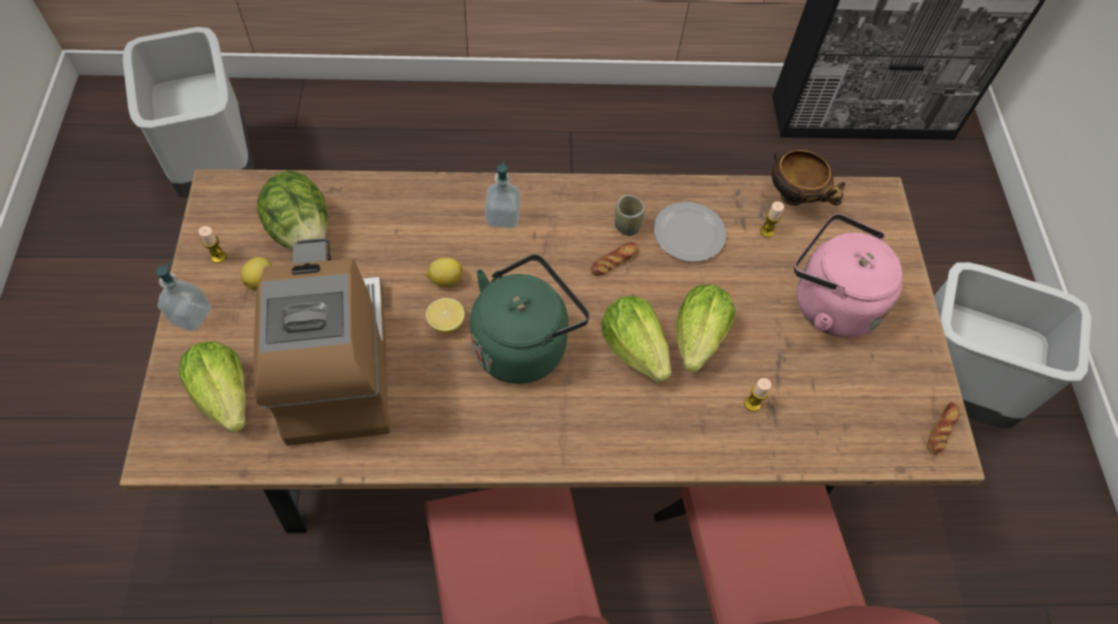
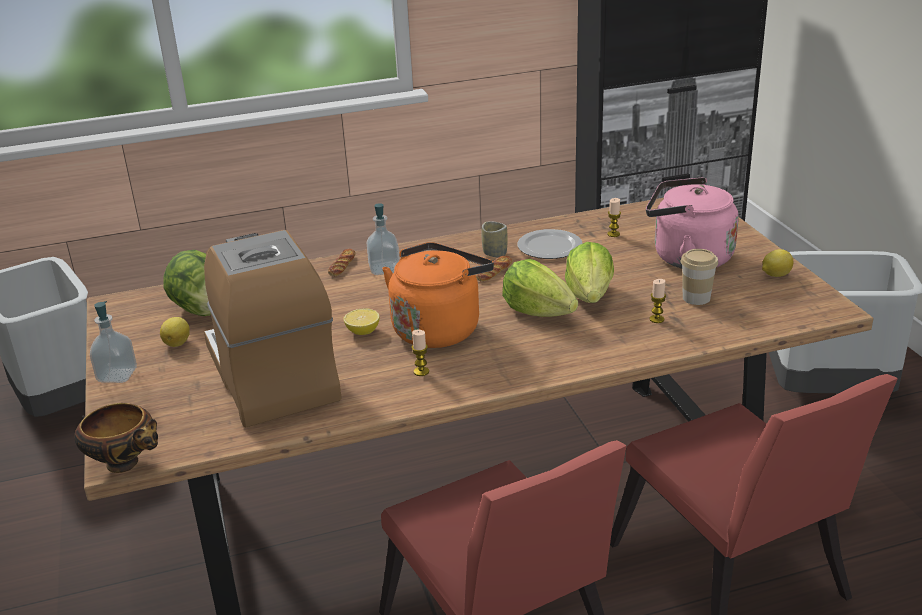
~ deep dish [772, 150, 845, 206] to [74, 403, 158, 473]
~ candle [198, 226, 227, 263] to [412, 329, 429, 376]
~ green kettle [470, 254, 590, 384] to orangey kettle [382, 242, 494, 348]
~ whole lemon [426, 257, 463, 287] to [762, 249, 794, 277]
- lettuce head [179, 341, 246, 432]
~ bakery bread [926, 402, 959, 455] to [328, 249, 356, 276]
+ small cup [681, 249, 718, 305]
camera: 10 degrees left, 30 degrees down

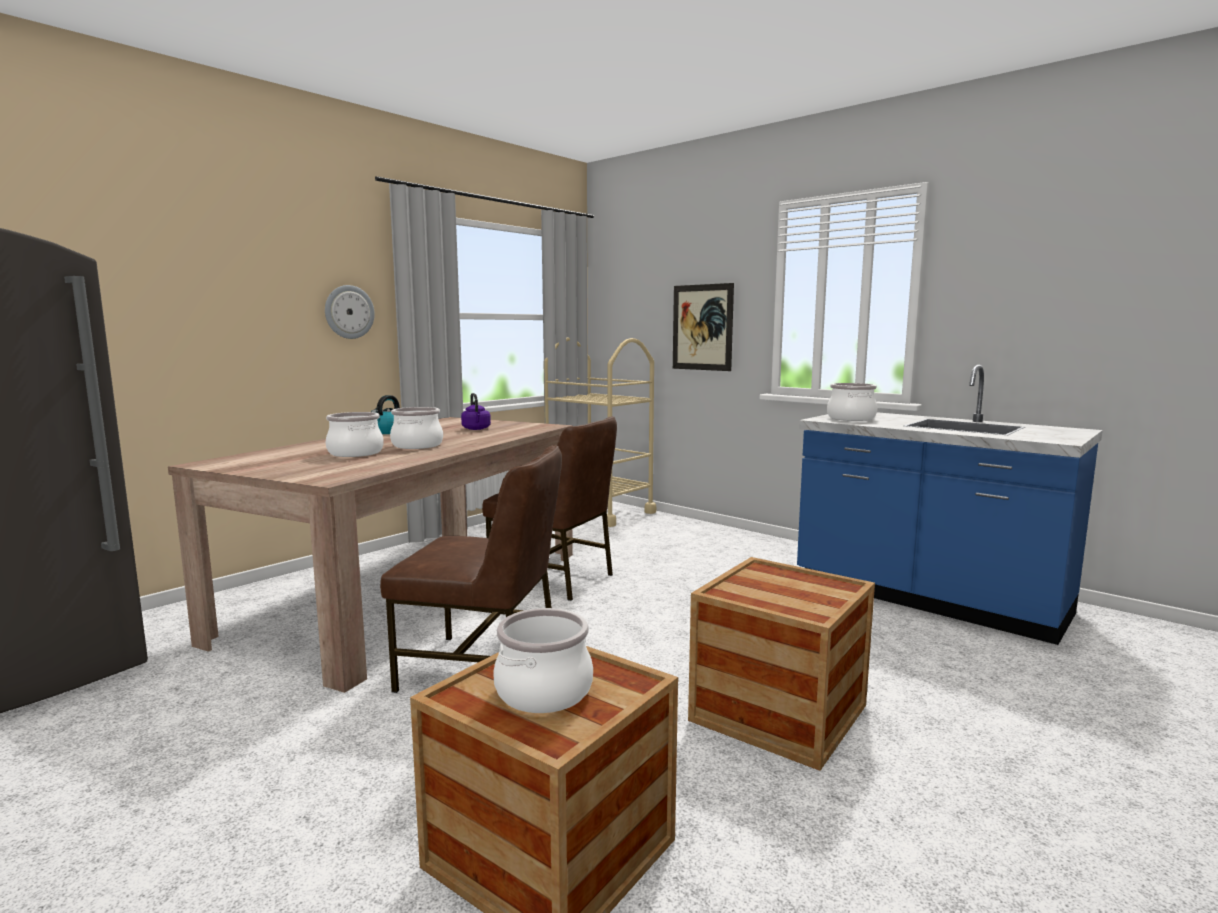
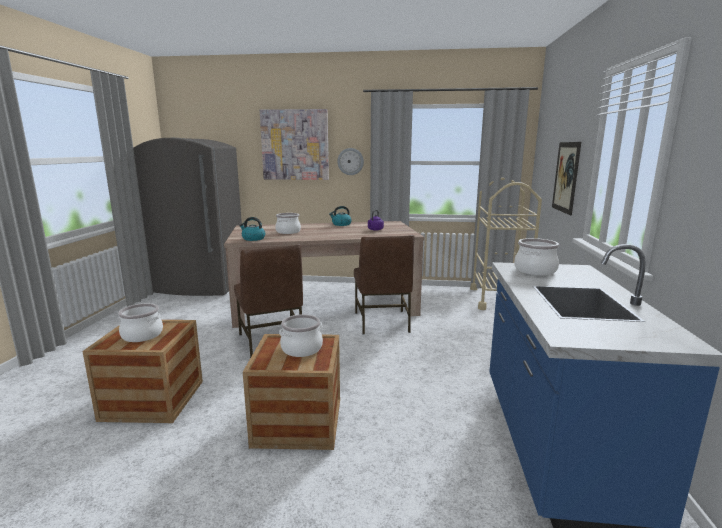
~ cooking pot [390, 407, 443, 449] to [279, 314, 323, 357]
+ wall art [260, 109, 329, 180]
+ kettle [239, 217, 265, 241]
camera: 55 degrees right, 5 degrees up

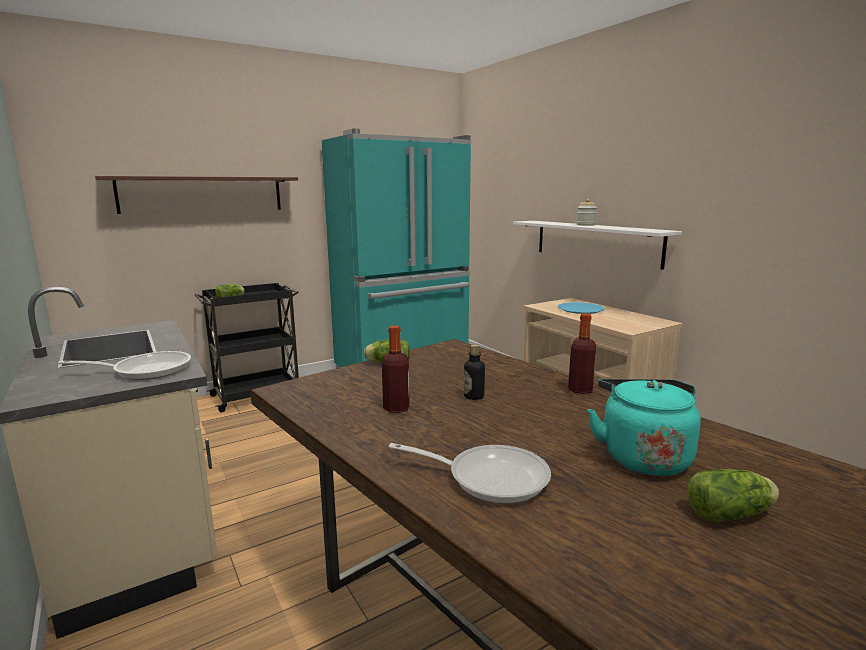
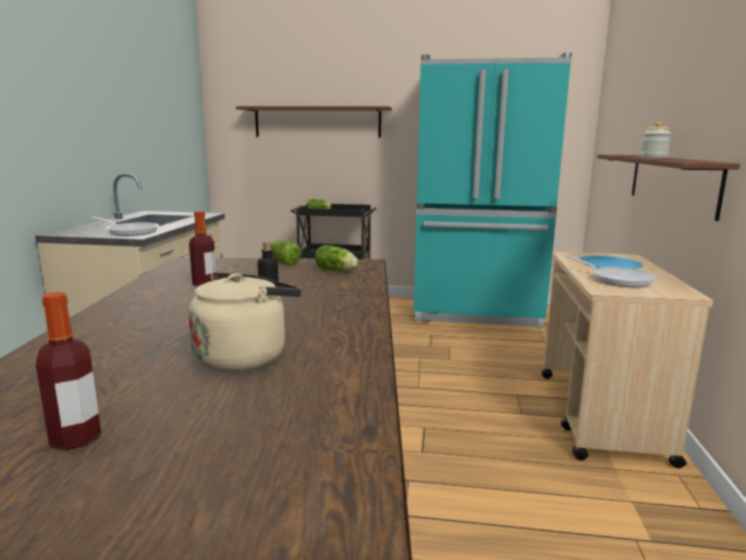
~ whitish wall shelf [513, 221, 682, 270] to brownish wall shelf [597, 155, 740, 221]
~ beverage bottle [568, 313, 596, 394] to [36, 292, 101, 450]
~ blue-green kettle [587, 379, 701, 476] to beige kettle [188, 272, 301, 372]
~ skillet [389, 443, 551, 504] to [564, 255, 657, 287]
~ lettuce head [687, 469, 779, 522] to [315, 245, 358, 271]
camera: 40 degrees right, 0 degrees up

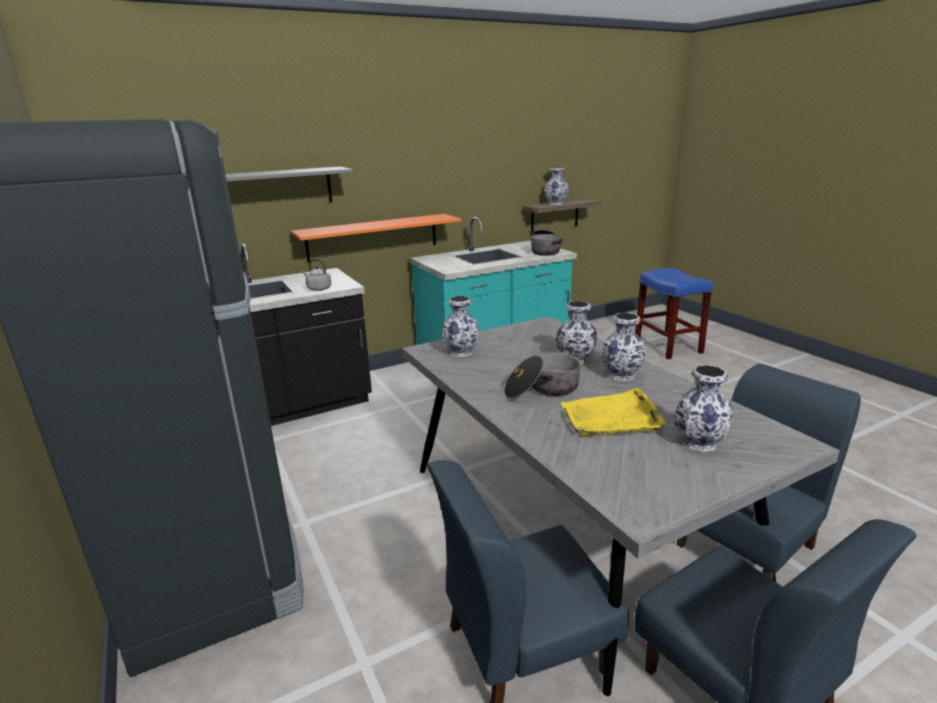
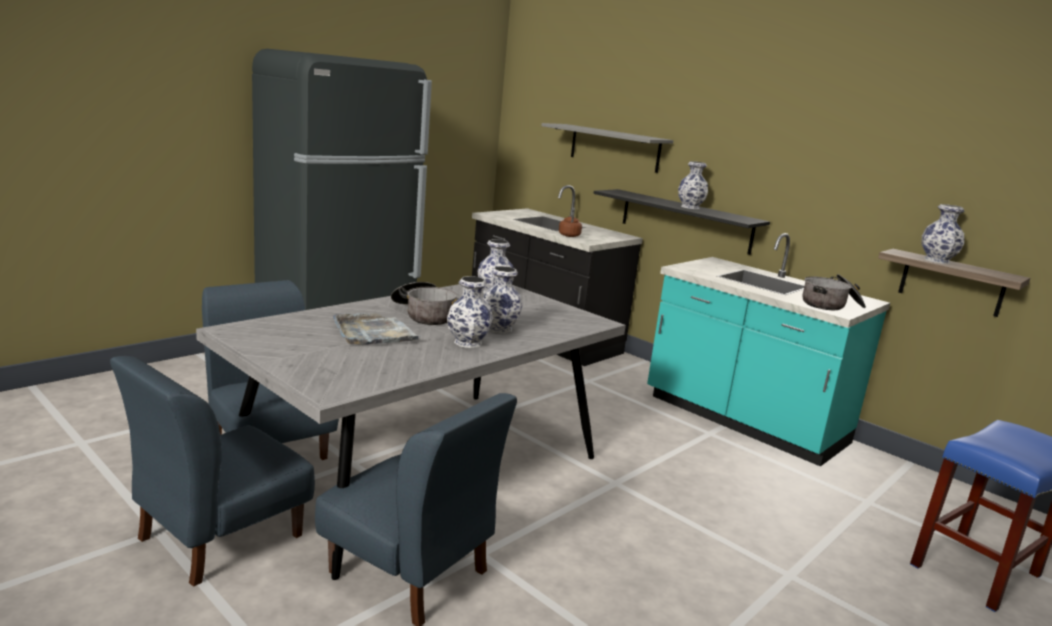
~ orangey wall shelf [290, 214, 461, 262] to black wall shelf [593, 189, 770, 255]
~ gray kettle [302, 259, 331, 291] to brownish kettle [559, 208, 582, 237]
~ vase [674, 365, 733, 452] to [678, 161, 708, 209]
~ yellow-coloured serving tray [561, 388, 665, 437] to gray serving tray [333, 313, 420, 345]
camera: 70 degrees right, 5 degrees down

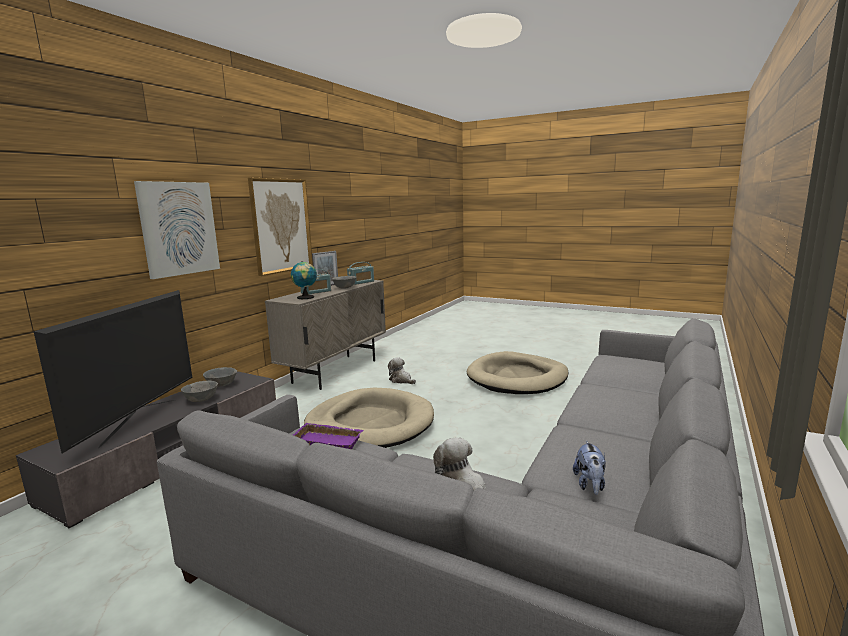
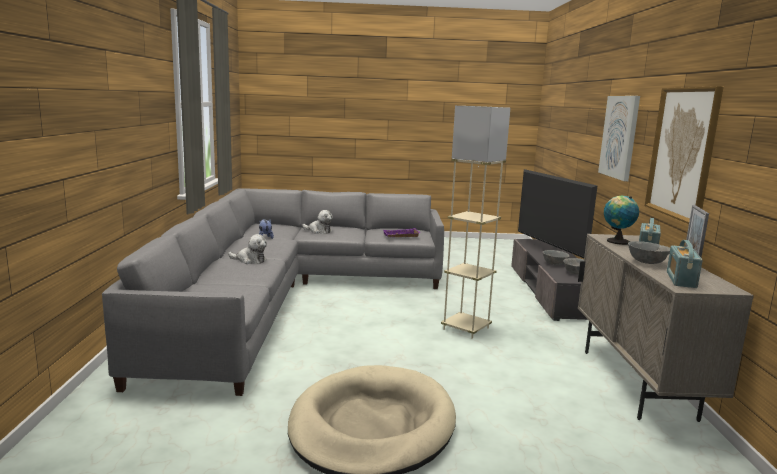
~ cuddly toy [388, 357, 416, 384] to [228, 234, 267, 264]
~ beige dog cushion [304, 388, 434, 448] to beige floor lamp [441, 106, 510, 339]
camera: 150 degrees right, 0 degrees up

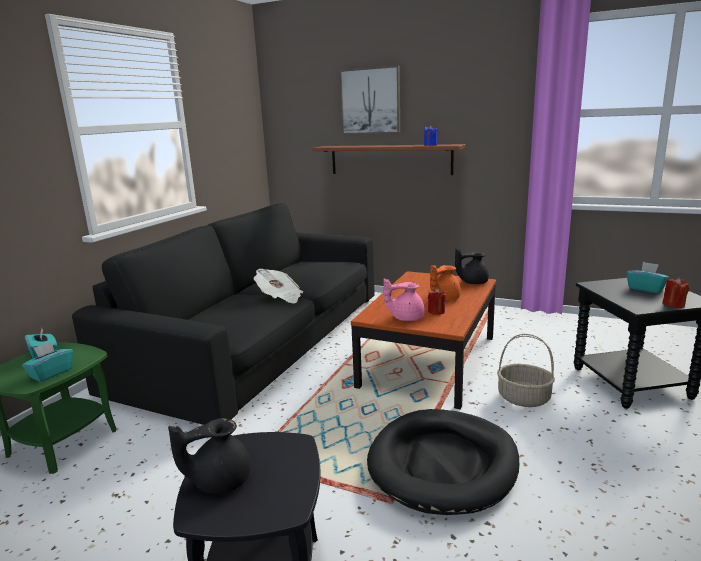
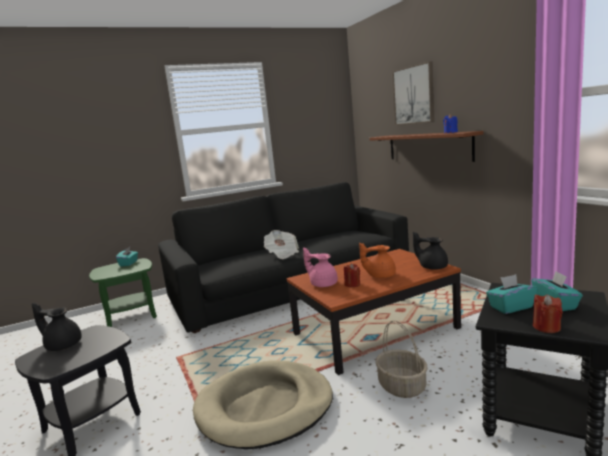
~ blue-green tissue box [22, 341, 73, 382] to [486, 274, 538, 314]
~ black dog cushion [367, 409, 519, 515] to beige dog cushion [193, 360, 333, 450]
camera: 40 degrees right, 5 degrees down

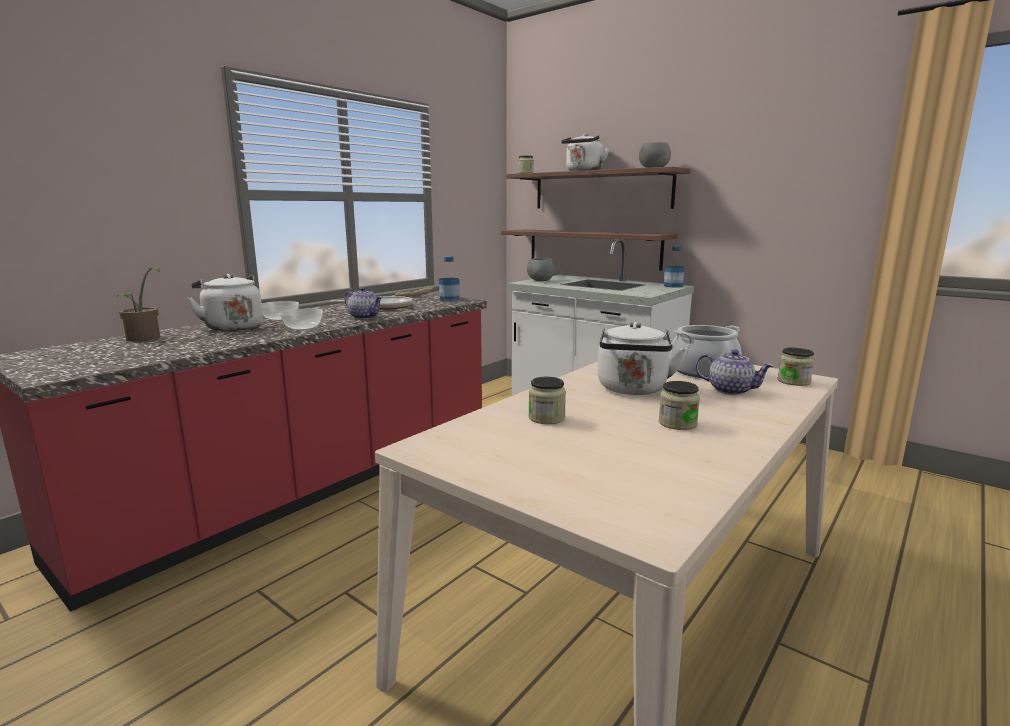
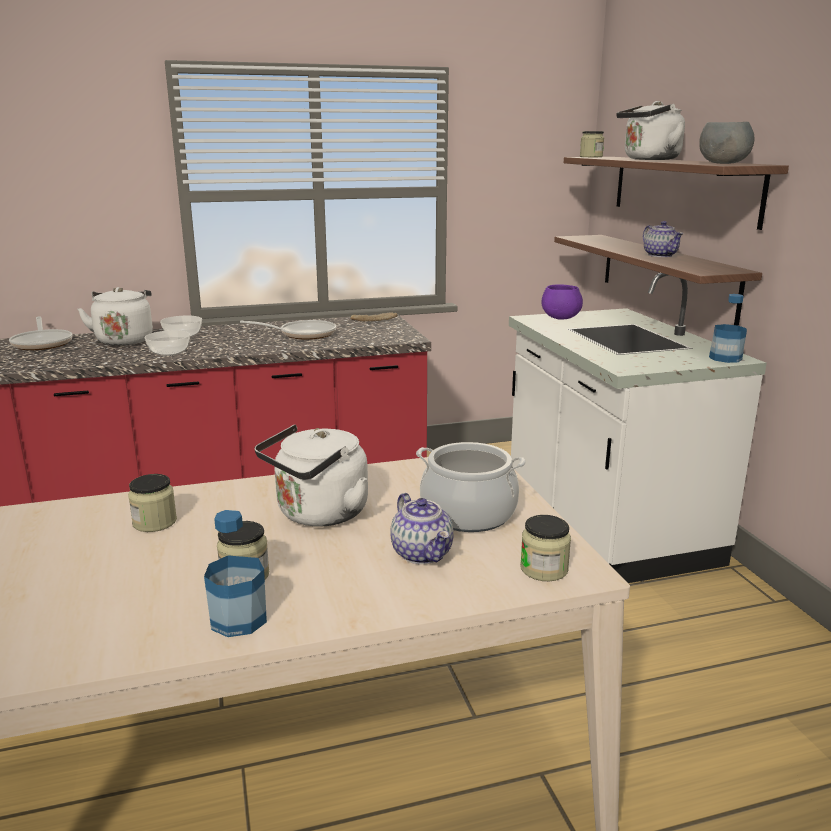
~ beverage bottle [439, 256, 459, 301] to [204, 510, 267, 637]
~ gray deep dish [527, 258, 555, 281] to purplish deep dish [541, 284, 583, 320]
~ potted plant [116, 267, 160, 342] to skillet [9, 316, 73, 350]
~ tea pot [345, 287, 382, 319] to [643, 221, 683, 257]
camera: 35 degrees right, 5 degrees up

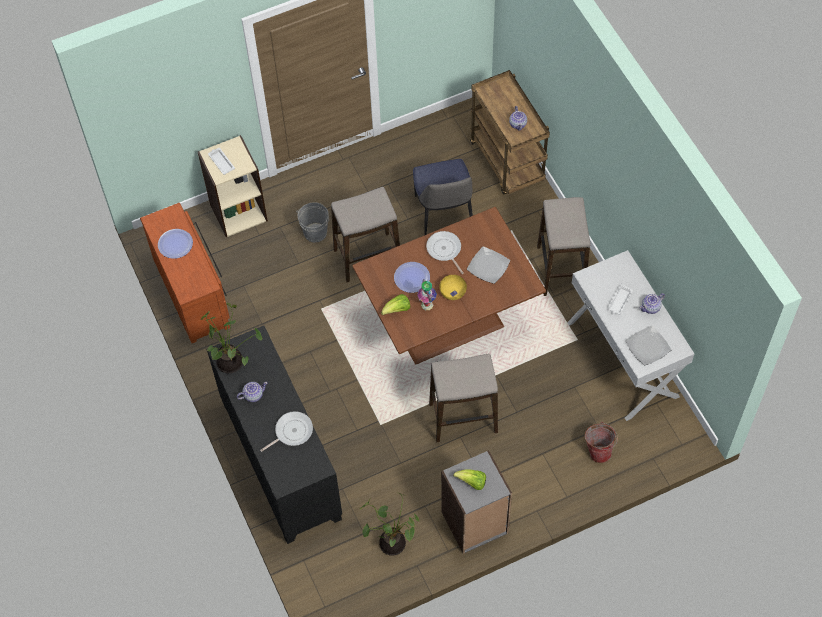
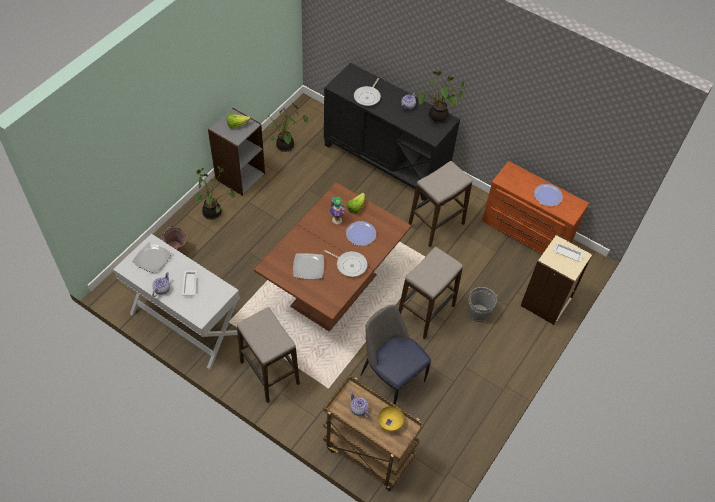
~ yellow-coloured deep dish [439, 275, 467, 300] to [378, 406, 404, 432]
~ stool [429, 354, 498, 442] to [408, 161, 472, 247]
+ potted plant [195, 166, 235, 220]
camera: 145 degrees right, 5 degrees down

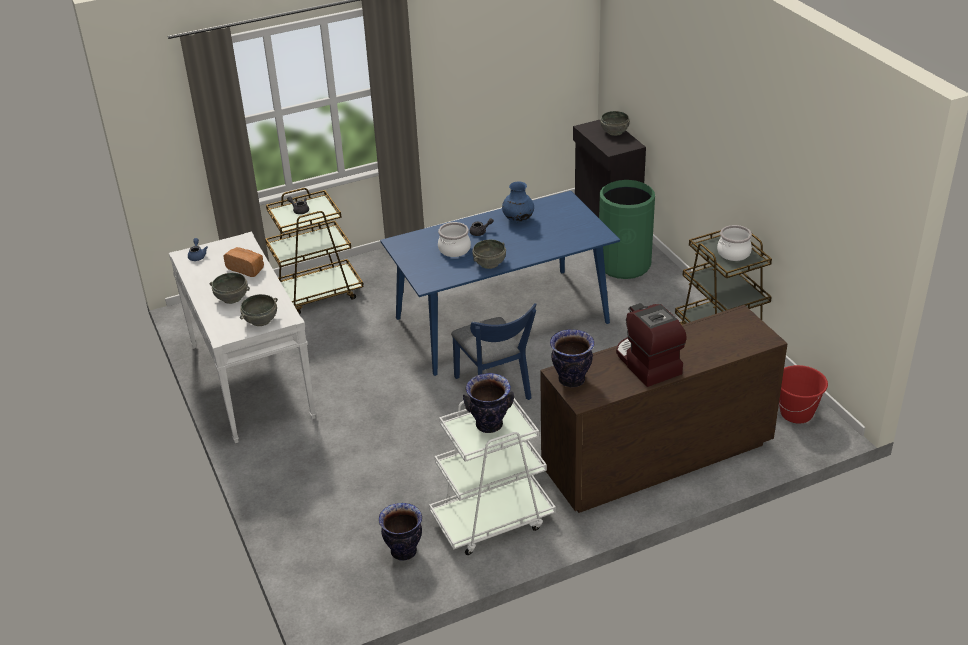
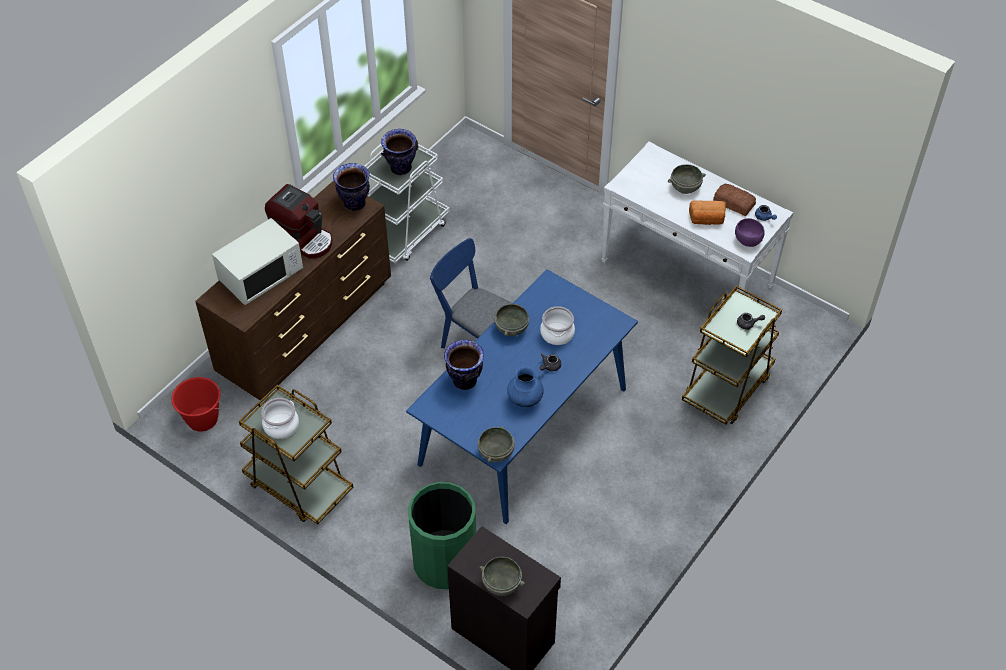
~ gray deep dish [240, 294, 278, 326] to [478, 426, 515, 463]
~ vase [379, 503, 422, 560] to [444, 340, 484, 390]
+ bakery bread [713, 184, 756, 216]
+ whitish kitchen microwave [212, 218, 303, 305]
+ purplish deep dish [735, 218, 764, 247]
camera: 150 degrees right, 15 degrees up

